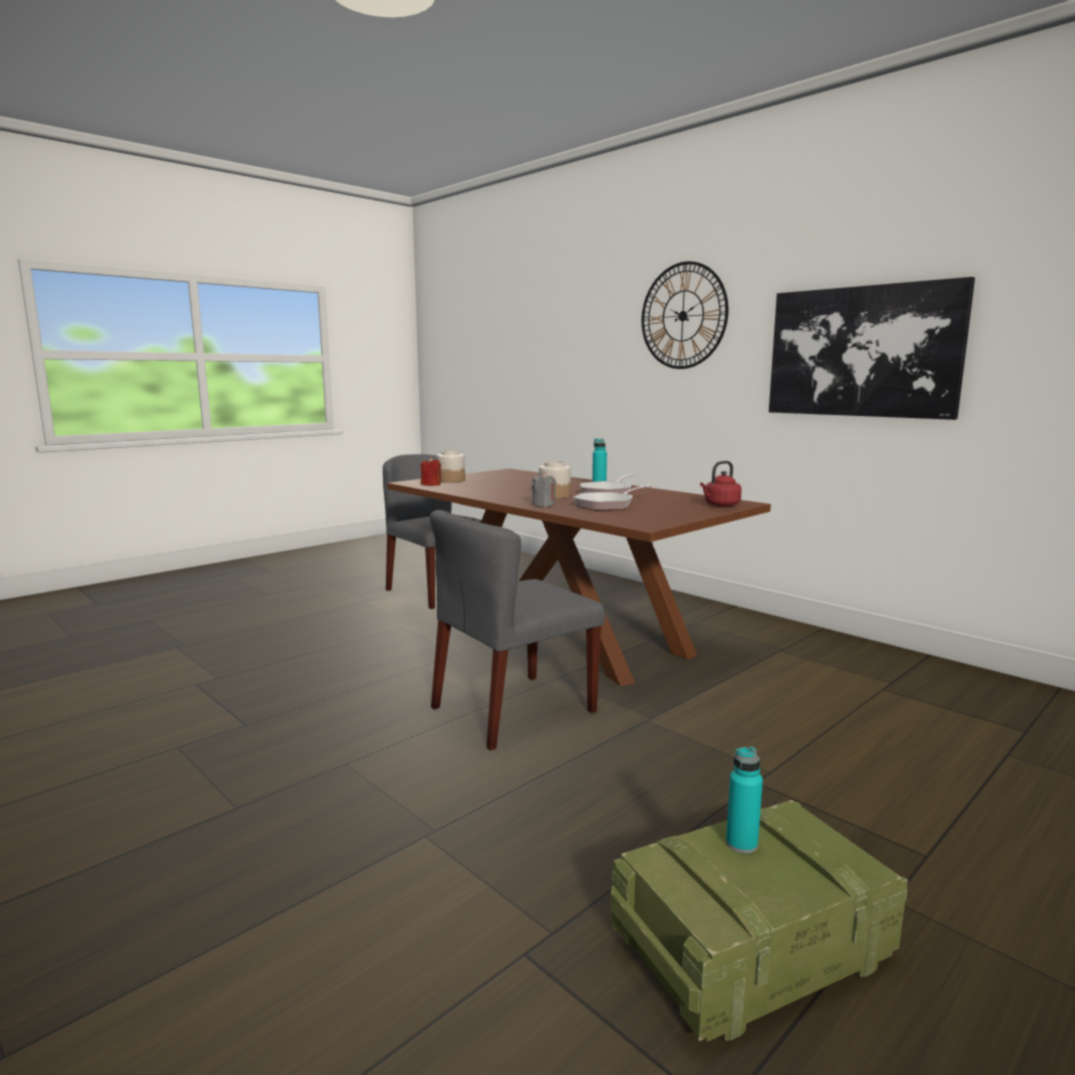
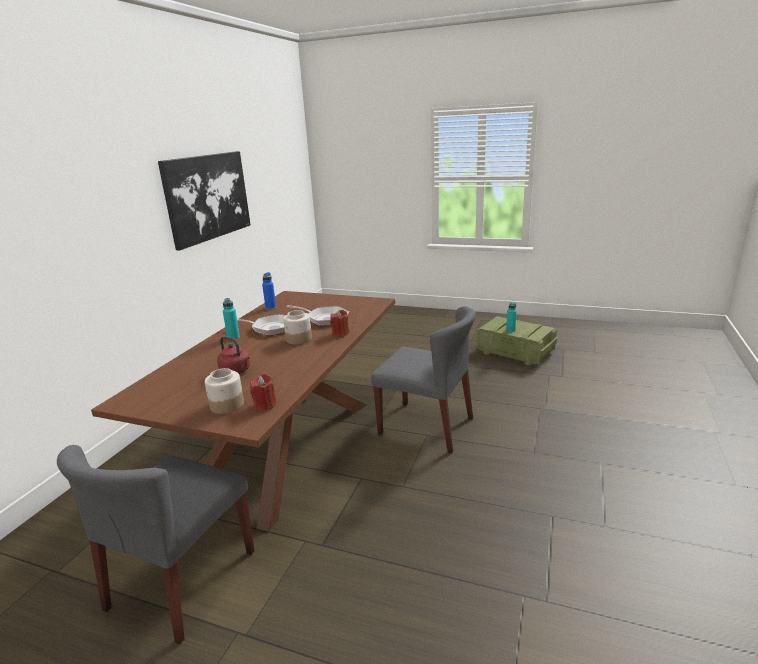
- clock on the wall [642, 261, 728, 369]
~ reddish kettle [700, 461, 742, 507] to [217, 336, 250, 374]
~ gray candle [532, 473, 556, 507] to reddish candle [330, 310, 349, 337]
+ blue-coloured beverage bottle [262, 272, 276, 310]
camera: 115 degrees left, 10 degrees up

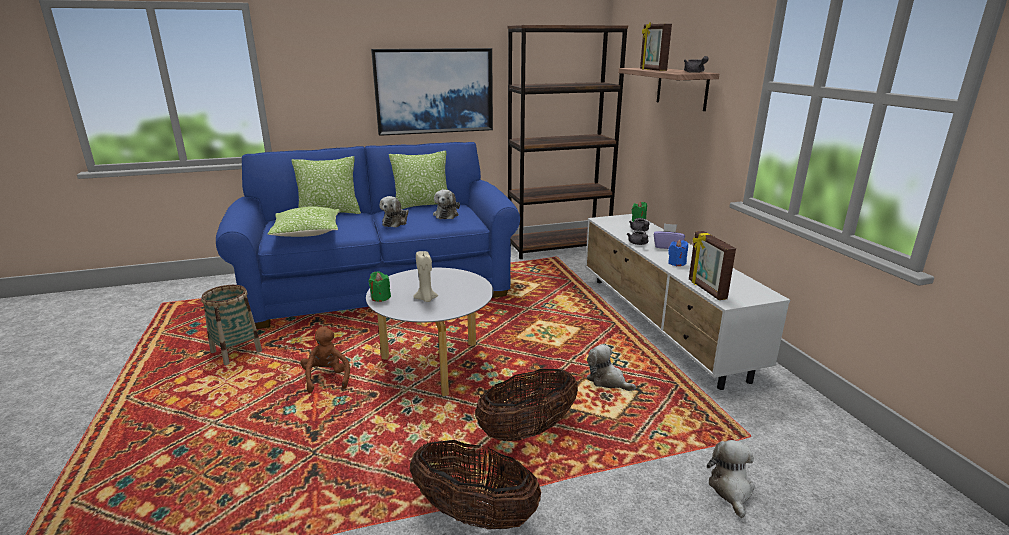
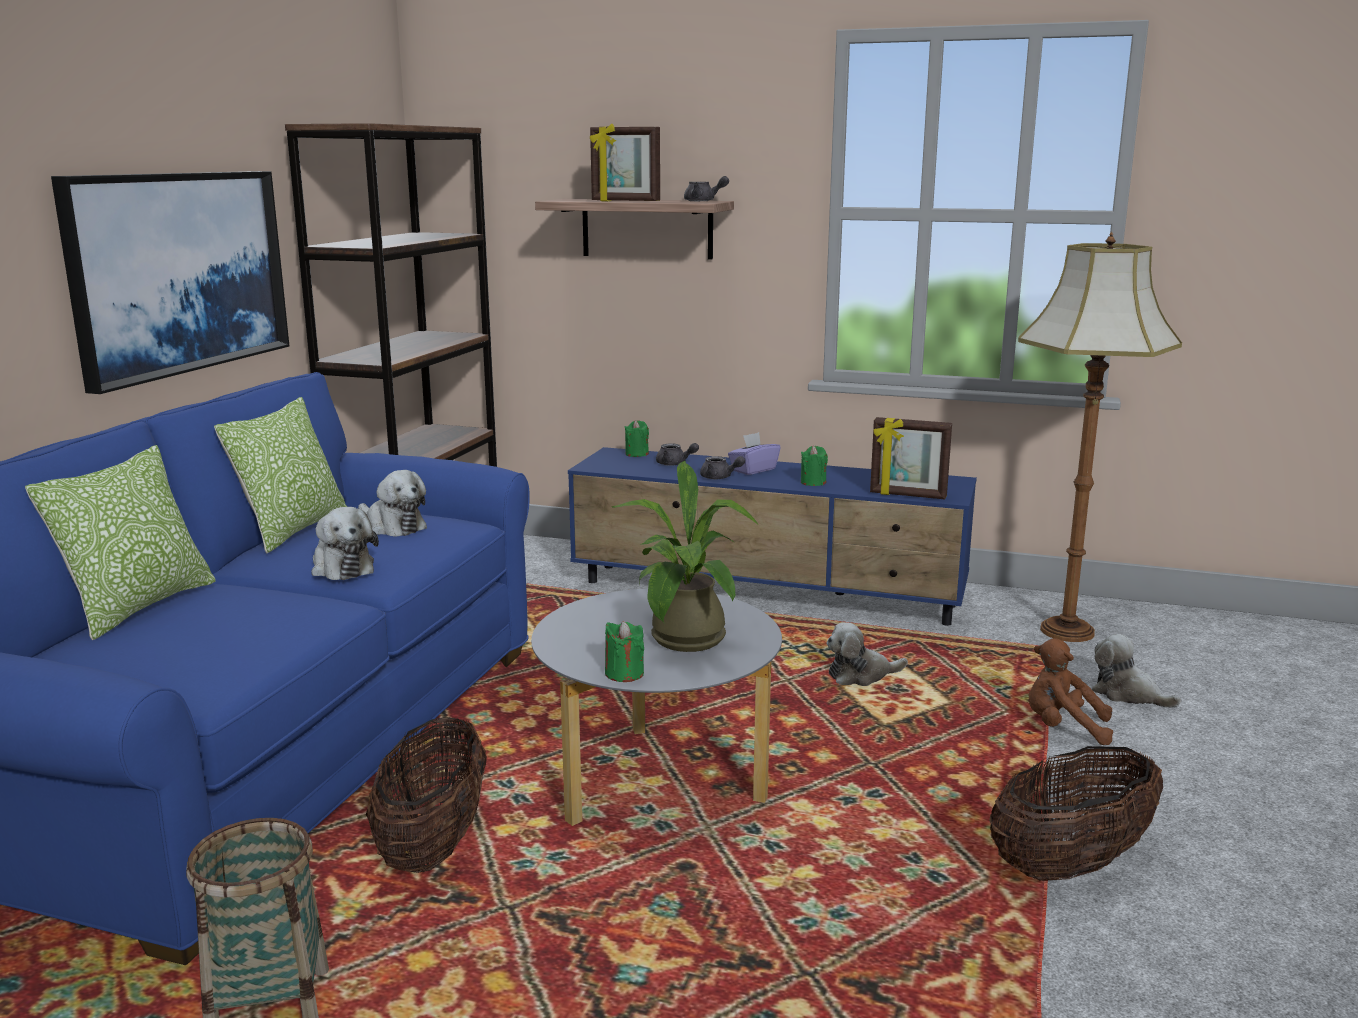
- throw pillow [267, 206, 340, 237]
~ whitish media console [585, 214, 790, 390] to blue-coloured media console [568, 447, 977, 626]
~ blue-coloured candle [668, 240, 688, 266] to green candle [801, 446, 828, 486]
~ beige candle [413, 251, 438, 302] to potted plant [612, 461, 758, 652]
~ brownish cuddly toy [300, 326, 350, 393] to [1028, 638, 1113, 745]
~ storage basket [475, 368, 578, 441] to [366, 717, 487, 873]
+ floor lamp [1018, 232, 1182, 642]
camera: 55 degrees left, 5 degrees down

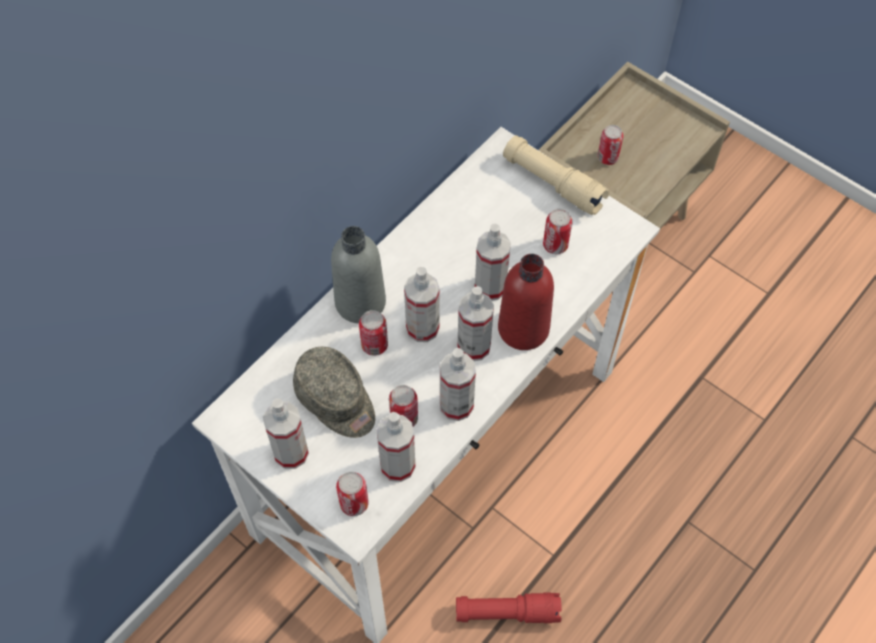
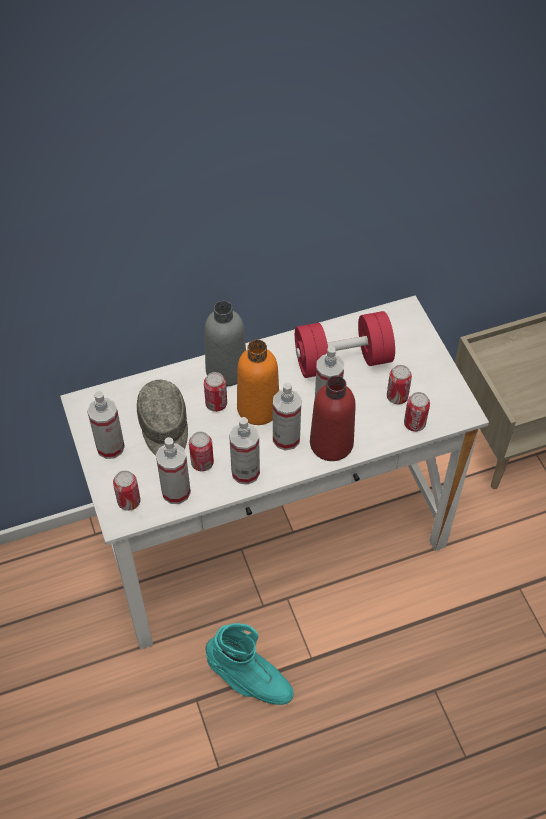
~ can [598, 125, 623, 165] to [404, 392, 430, 432]
- beige hand torch [503, 135, 610, 215]
~ sprayer [404, 267, 440, 342] to orangey beverage bottle [237, 339, 279, 425]
~ reddish hand torch [456, 592, 562, 623] to blue-green high-top boot [205, 623, 294, 705]
+ reddish dumbbell [295, 311, 395, 378]
camera: 30 degrees right, 5 degrees down

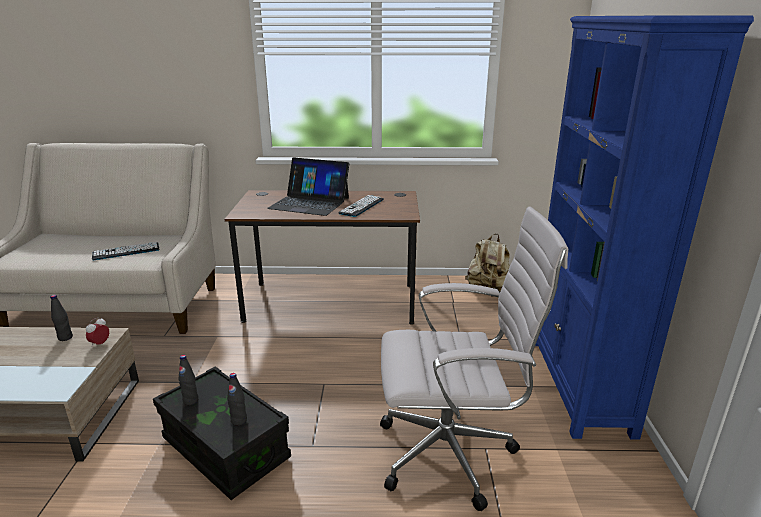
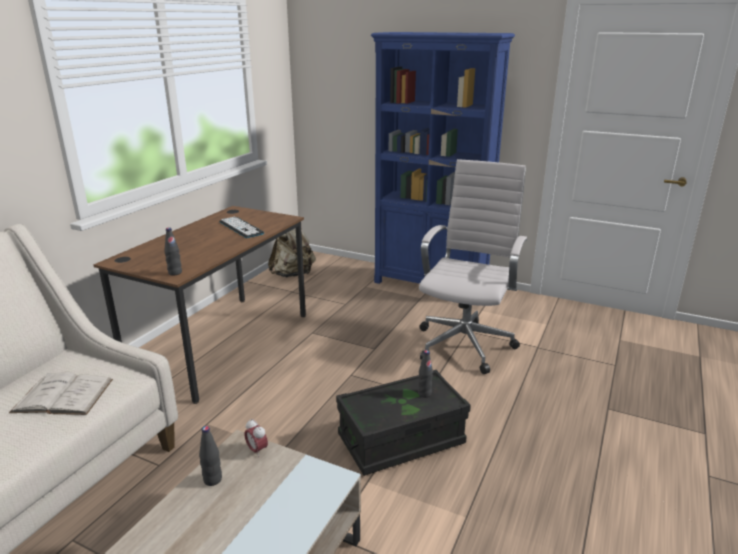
- laptop [267, 157, 349, 216]
~ keyboard [92, 242, 159, 260] to whitish book [9, 372, 113, 415]
~ black beverage bottle [178, 355, 198, 405] to [164, 228, 182, 276]
camera: 65 degrees left, 0 degrees up

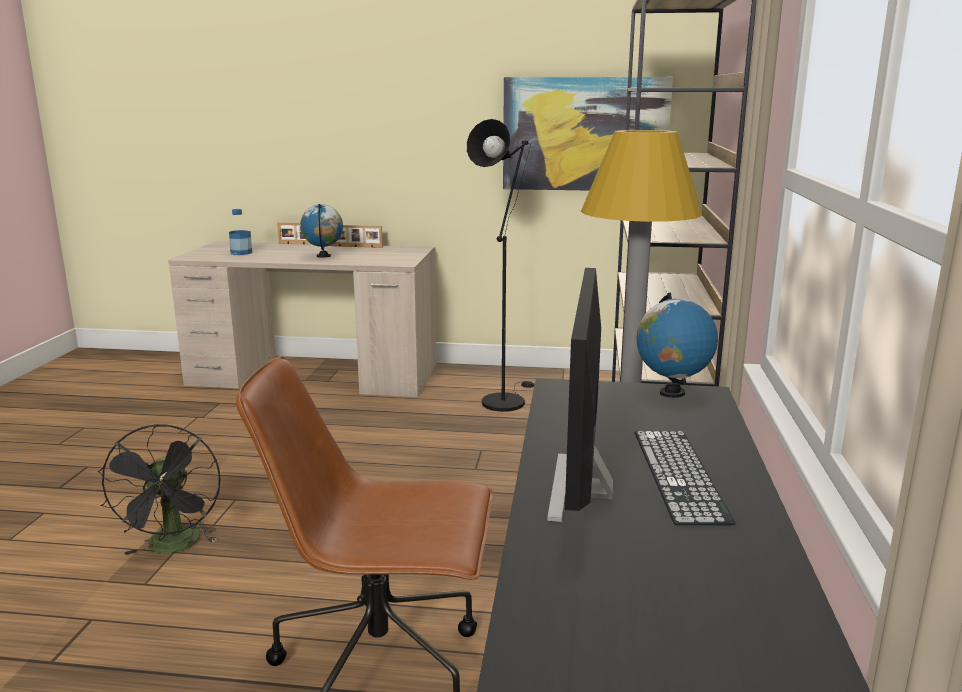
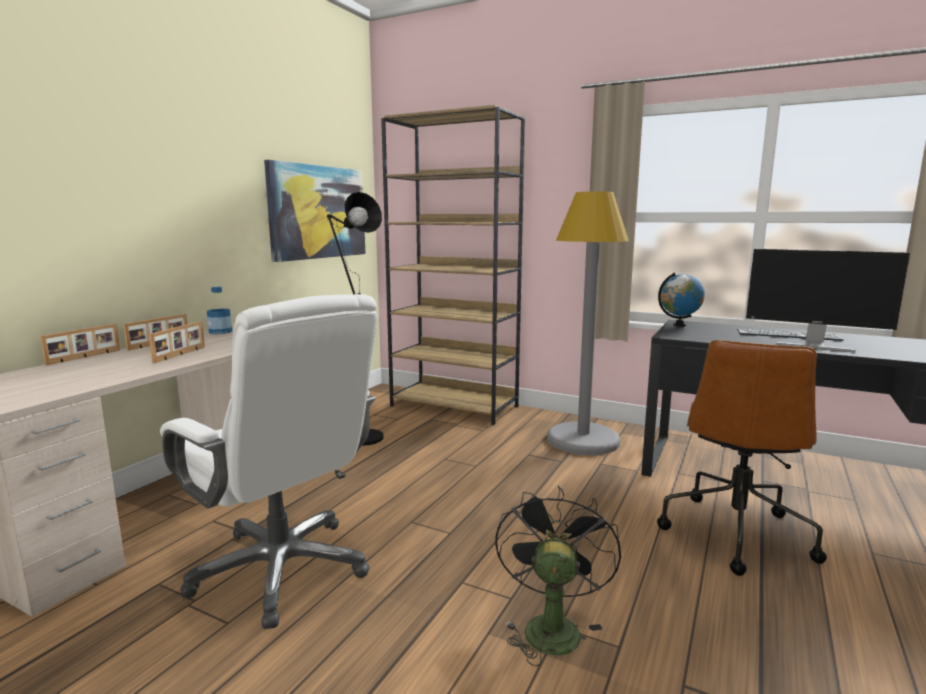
~ desk globe [300, 204, 343, 258] to picture frame [149, 321, 205, 363]
~ beverage bottle [229, 209, 252, 255] to [207, 287, 232, 334]
~ black fan [98, 424, 221, 555] = [495, 486, 621, 666] 90 degrees counterclockwise
+ whitish office chair [160, 294, 377, 629]
camera: 70 degrees left, 5 degrees down

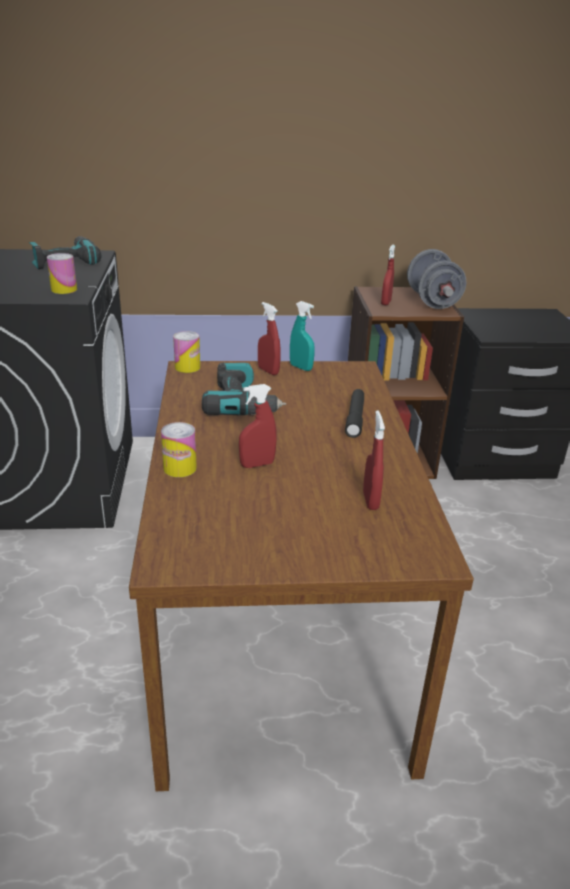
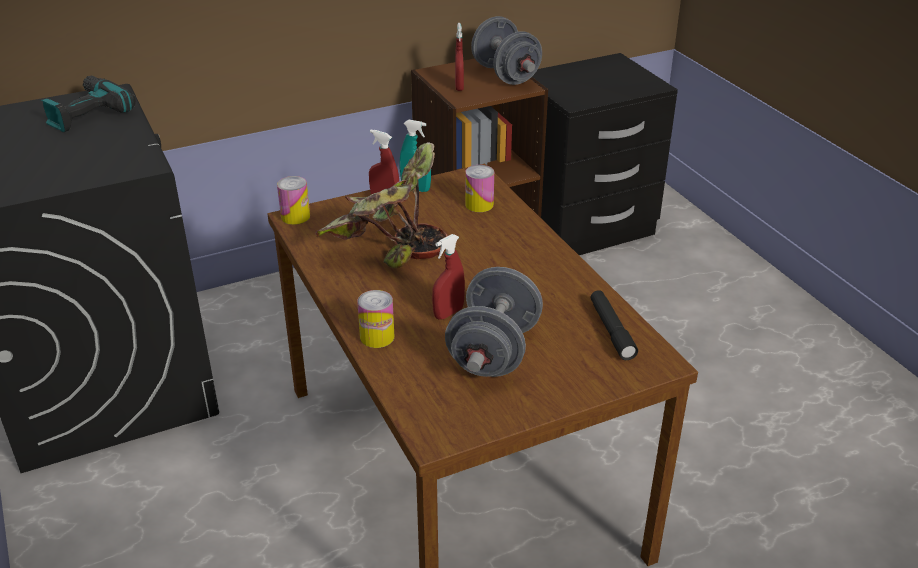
~ can [47, 253, 77, 294] to [465, 165, 494, 212]
~ drill [202, 362, 286, 415] to potted plant [316, 142, 448, 268]
~ black hand torch [345, 389, 364, 438] to [590, 290, 638, 360]
- reddish sprayer [363, 410, 385, 510]
+ gray dumbbell [445, 267, 543, 377]
camera: 20 degrees left, 5 degrees up

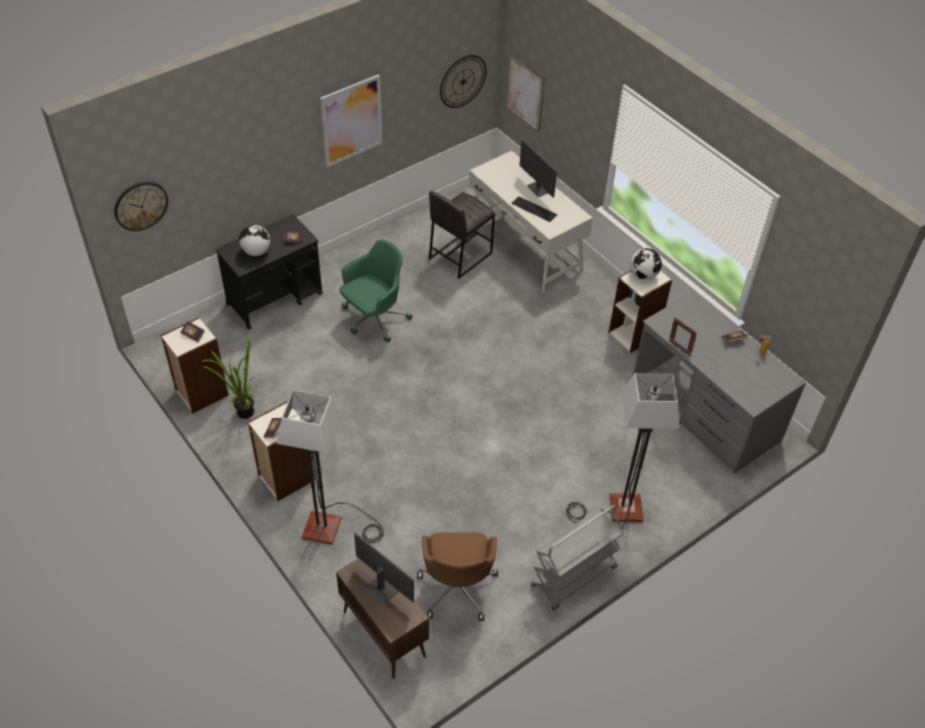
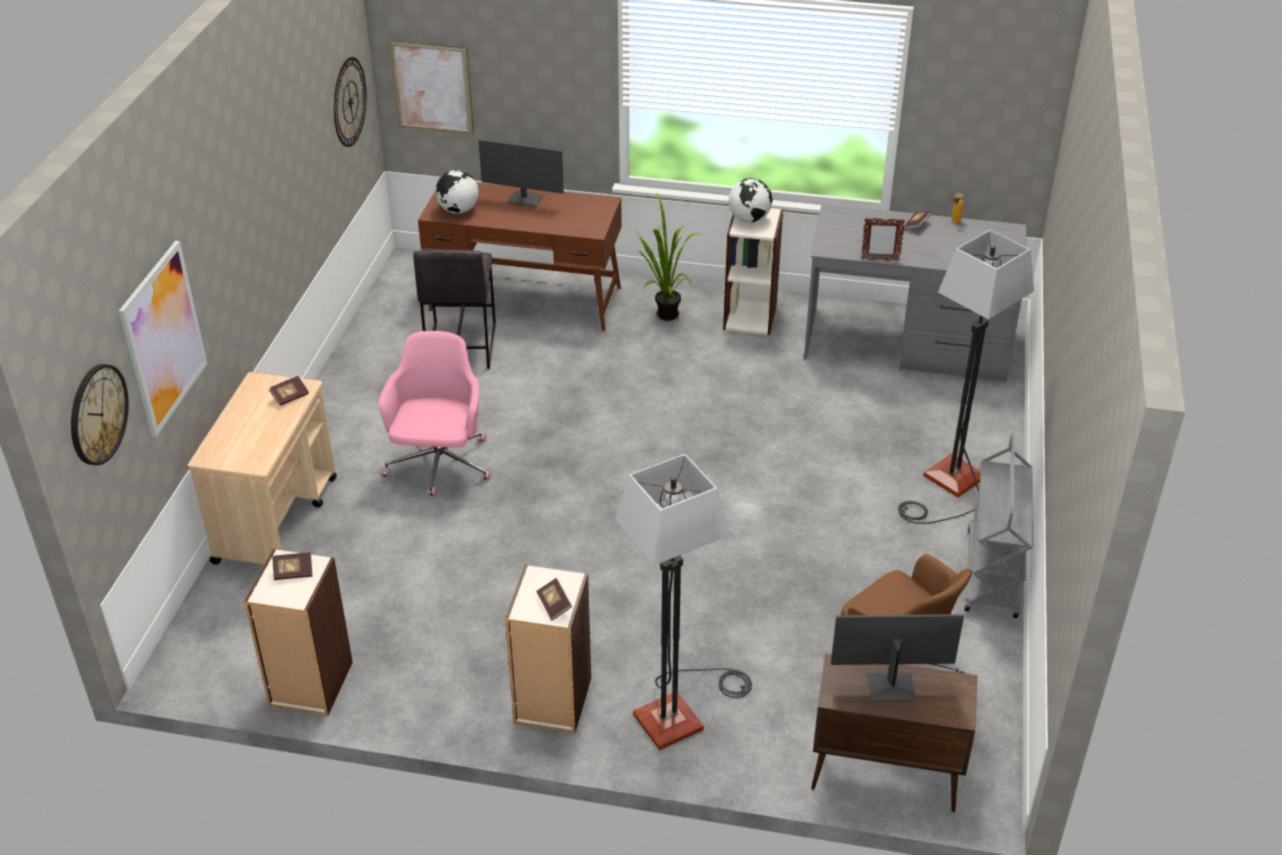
~ wall art [320, 74, 382, 167] to [119, 241, 207, 437]
~ whitish desk unit [469, 151, 593, 293] to brownish desk unit [418, 183, 622, 331]
- keyboard [511, 196, 557, 222]
~ black wheeled cart [216, 214, 323, 330] to beige wheeled cart [188, 372, 337, 565]
~ desk globe [239, 225, 271, 256] to [436, 170, 479, 214]
~ green office chair [339, 239, 413, 343] to pink-coloured office chair [378, 331, 490, 496]
~ potted plant [202, 333, 256, 419] to [633, 192, 702, 321]
camera: 40 degrees left, 10 degrees down

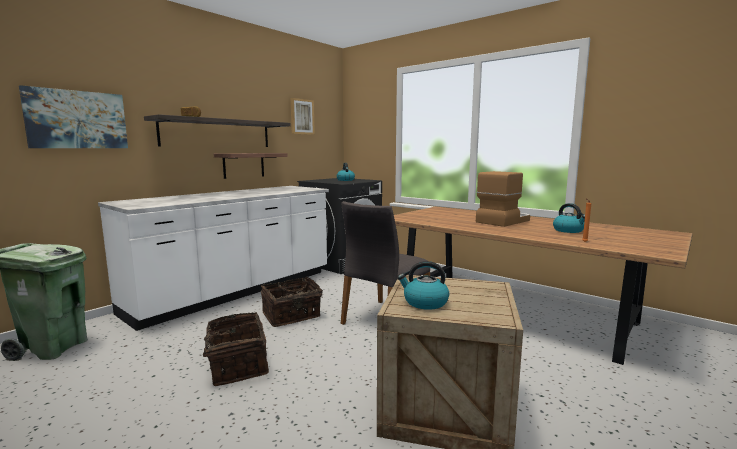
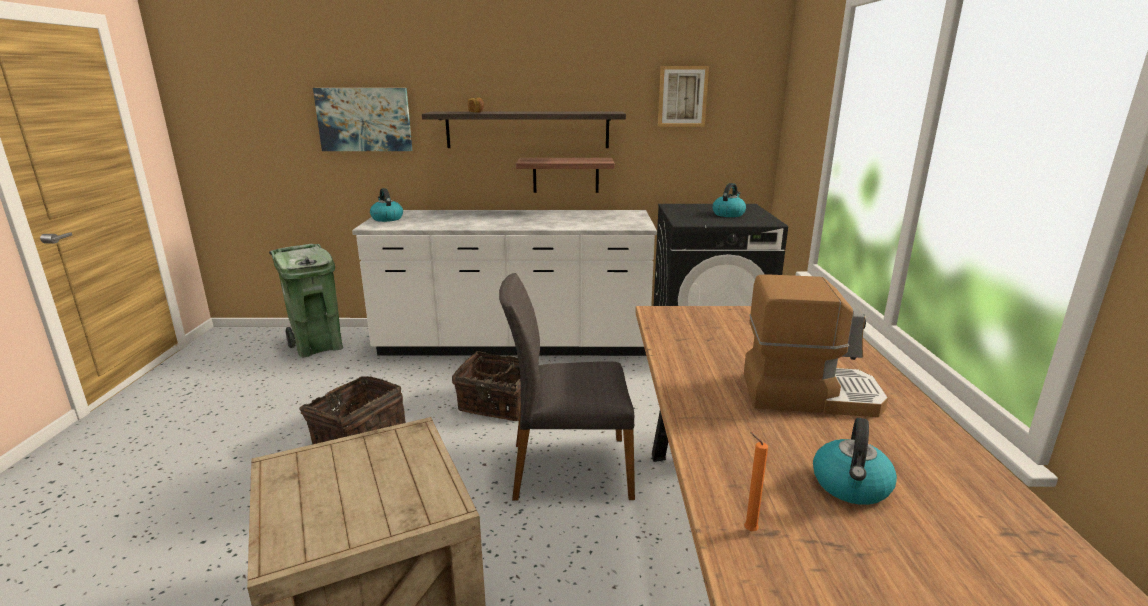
~ kettle [397, 261, 449, 310] to [370, 188, 403, 222]
camera: 50 degrees right, 10 degrees up

